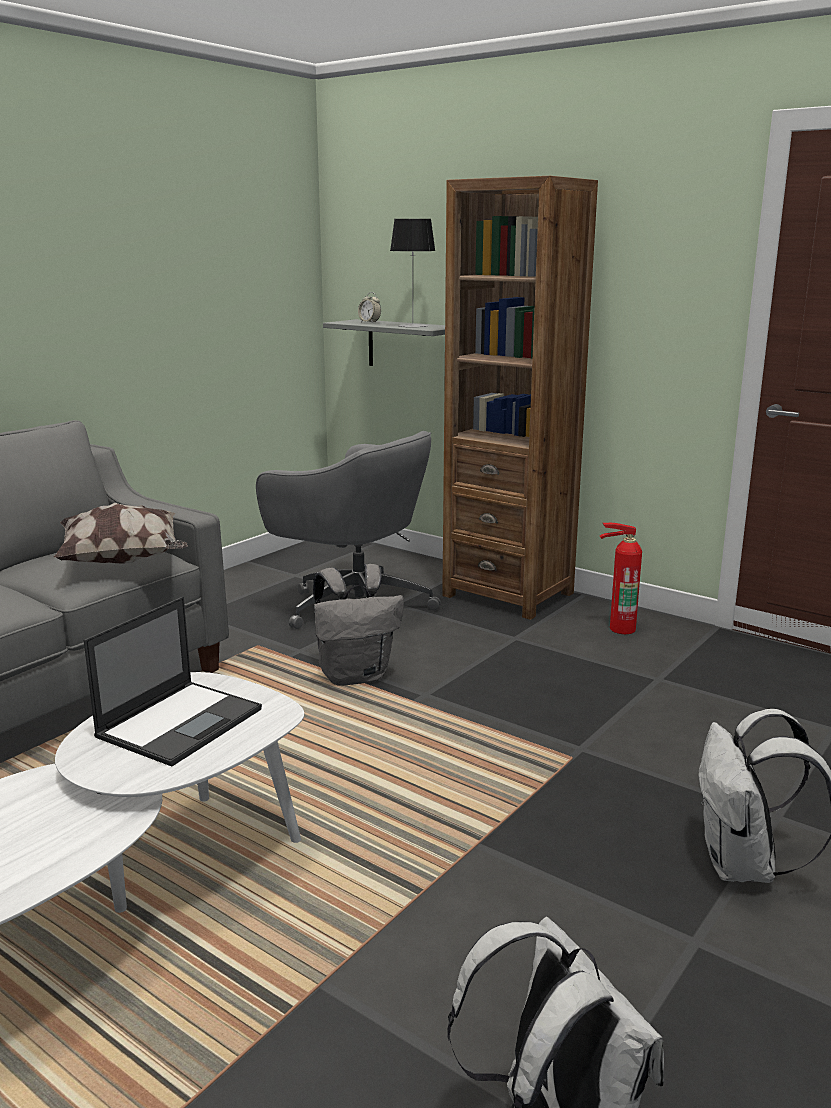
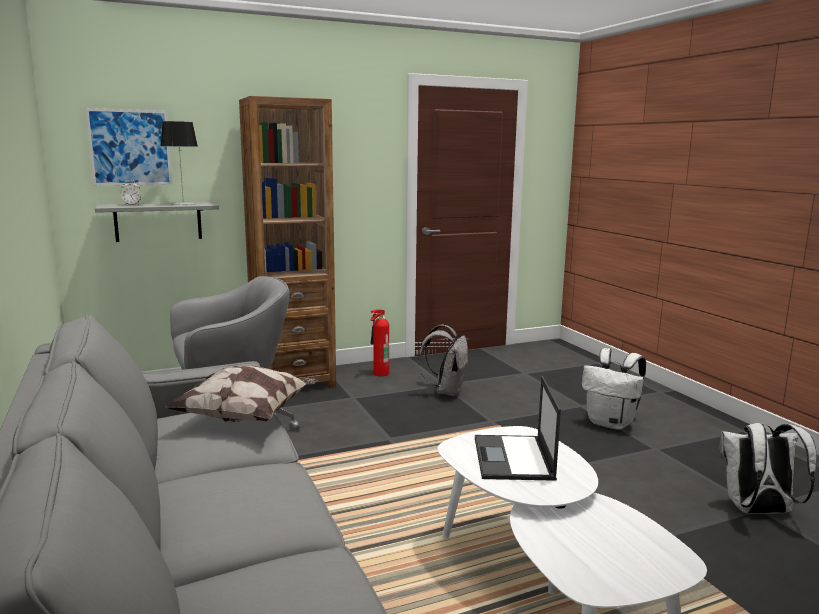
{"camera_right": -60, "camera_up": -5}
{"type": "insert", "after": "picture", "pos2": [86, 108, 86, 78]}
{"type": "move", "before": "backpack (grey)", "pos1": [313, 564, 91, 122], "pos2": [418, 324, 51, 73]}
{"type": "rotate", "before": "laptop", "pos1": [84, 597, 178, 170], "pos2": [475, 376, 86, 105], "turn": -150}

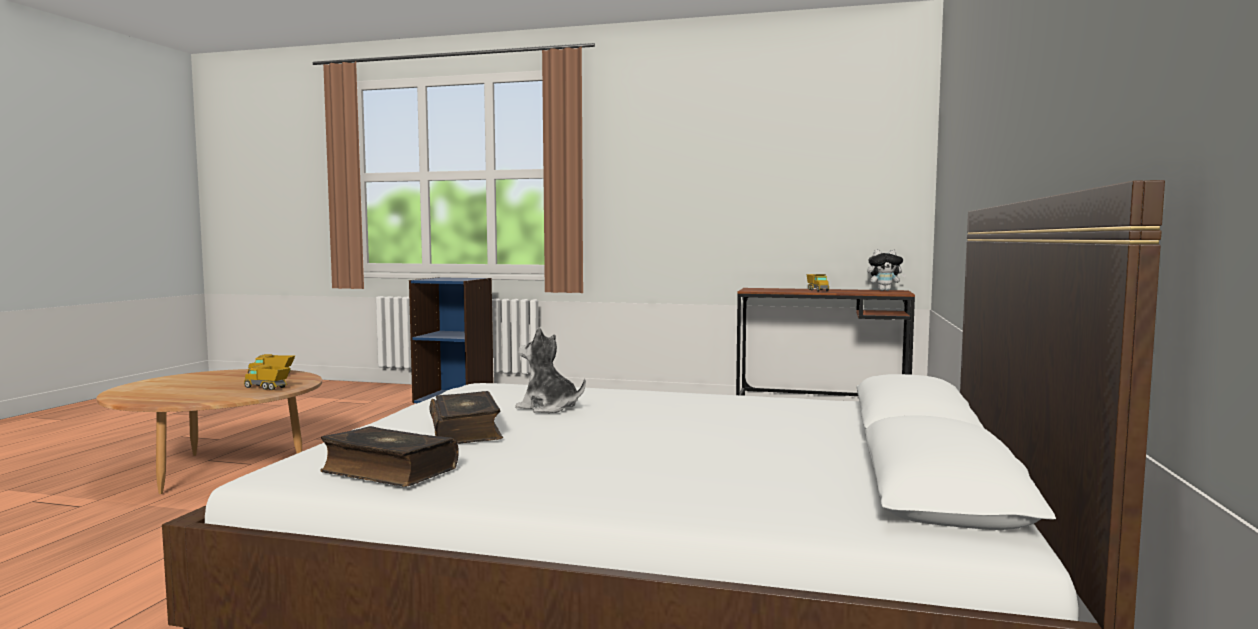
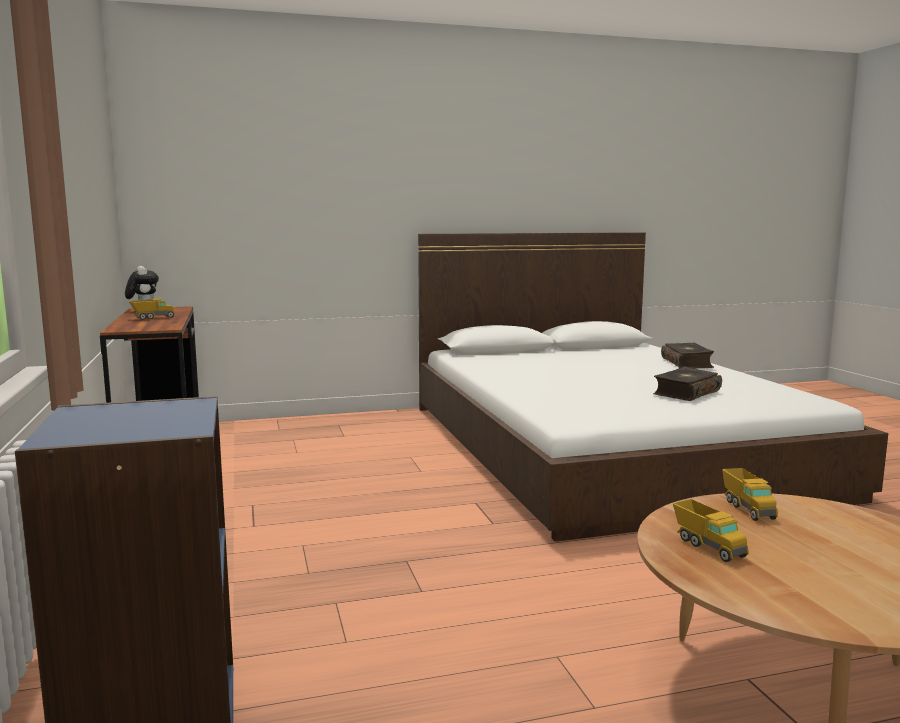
{"camera_right": -120, "camera_up": 5}
{"type": "move", "before": "book", "pos1": [320, 426, 138, 61], "pos2": [661, 343, 53, 26]}
{"type": "delete", "before": "plush toy", "pos1": [515, 327, 71, 86]}

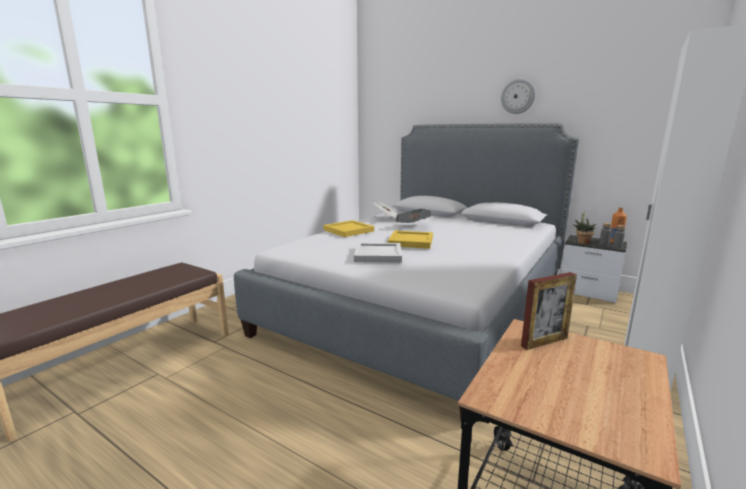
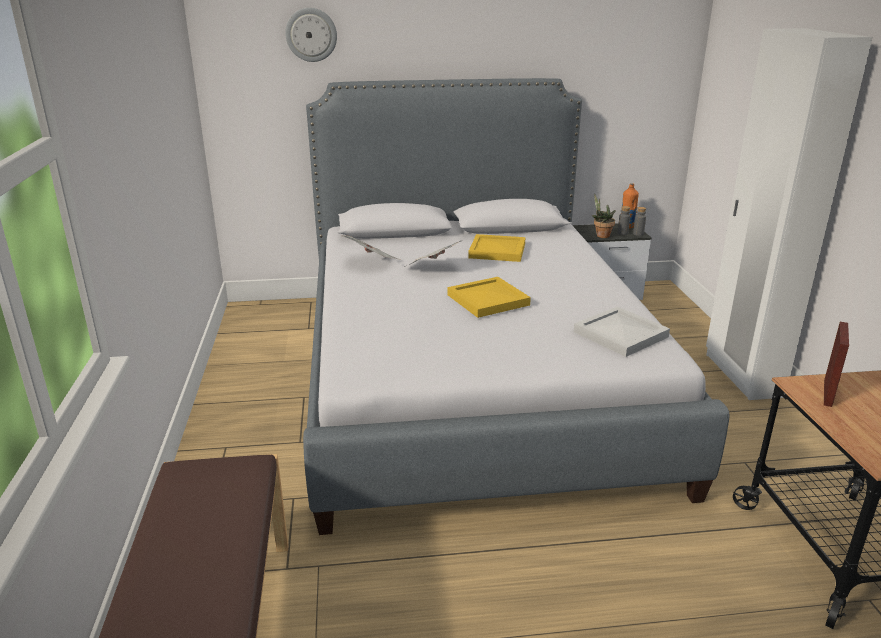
{"camera_right": -40, "camera_up": 10}
{"type": "move", "before": "wall clock", "pos1": [501, 79, 34, 35], "pos2": [285, 8, 52, 54]}
{"type": "move", "before": "tray (yellow)", "pos1": [323, 220, 51, 17], "pos2": [468, 234, 58, 28]}
{"type": "move", "before": "tray (white)", "pos1": [354, 243, 48, 20], "pos2": [574, 307, 96, 50]}

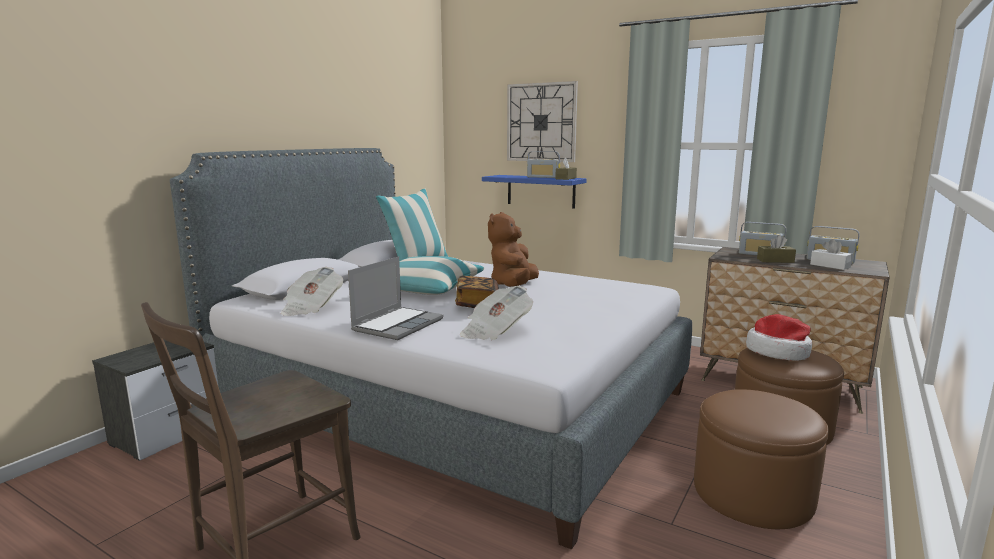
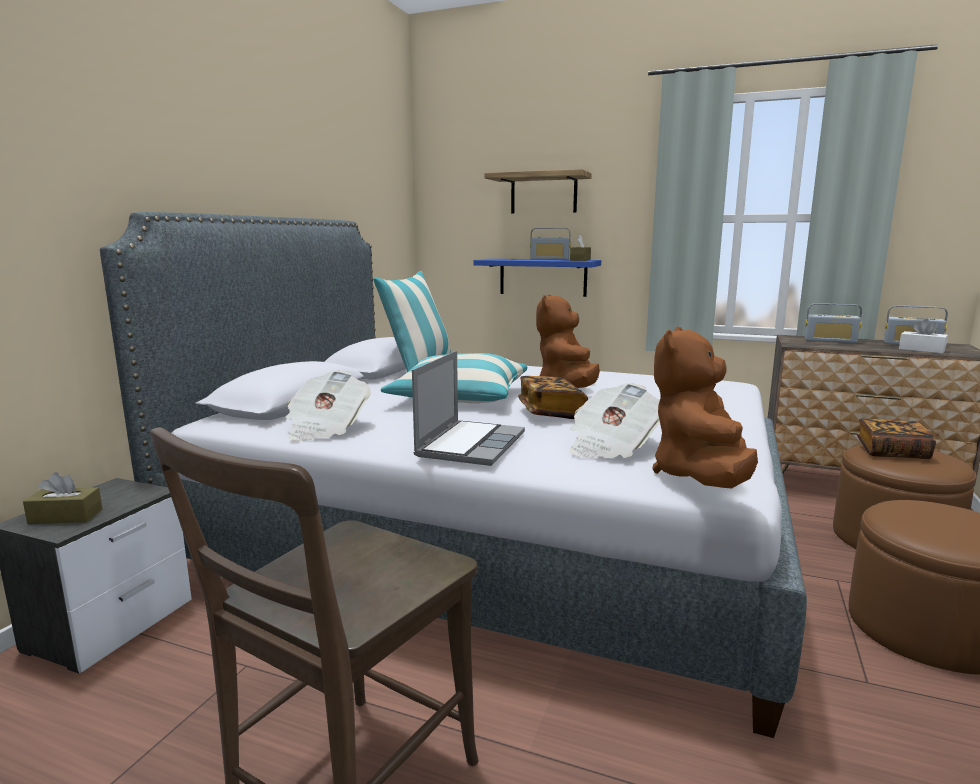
{"camera_right": -10, "camera_up": 0}
{"type": "move", "before": "tissue box (brown)", "pos1": [757, 235, 39, 28], "pos2": [23, 472, 79, 52]}
{"type": "replace", "before": "wall clock", "after": "shelf", "pos1": [507, 81, 71, 81], "pos2": [485, 169, 107, 45]}
{"type": "insert", "after": "plush toy (brown)", "pos2": [652, 327, 106, 162]}
{"type": "replace", "before": "hat", "after": "book", "pos1": [746, 314, 66, 47], "pos2": [857, 418, 79, 41]}

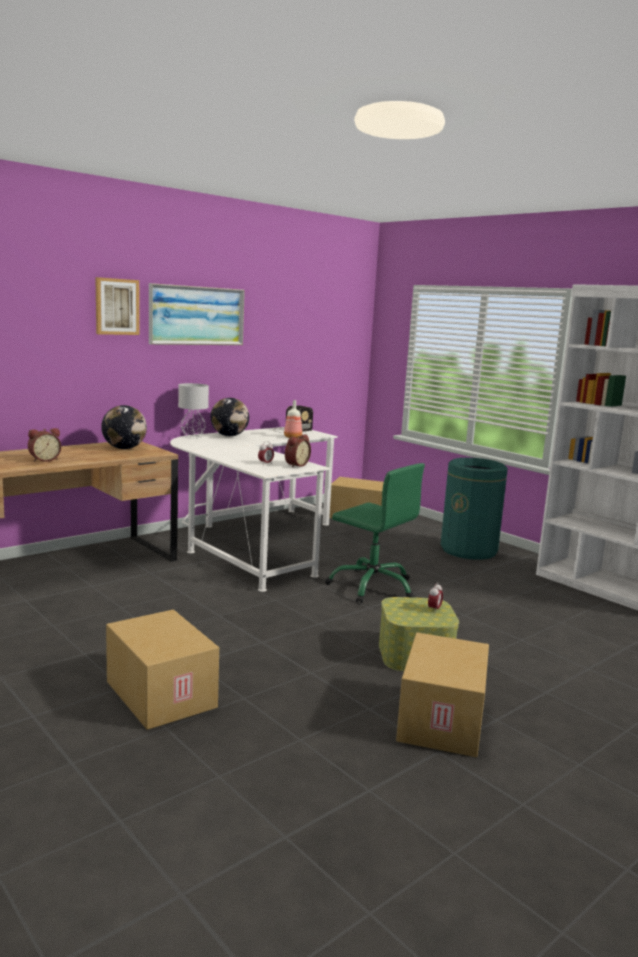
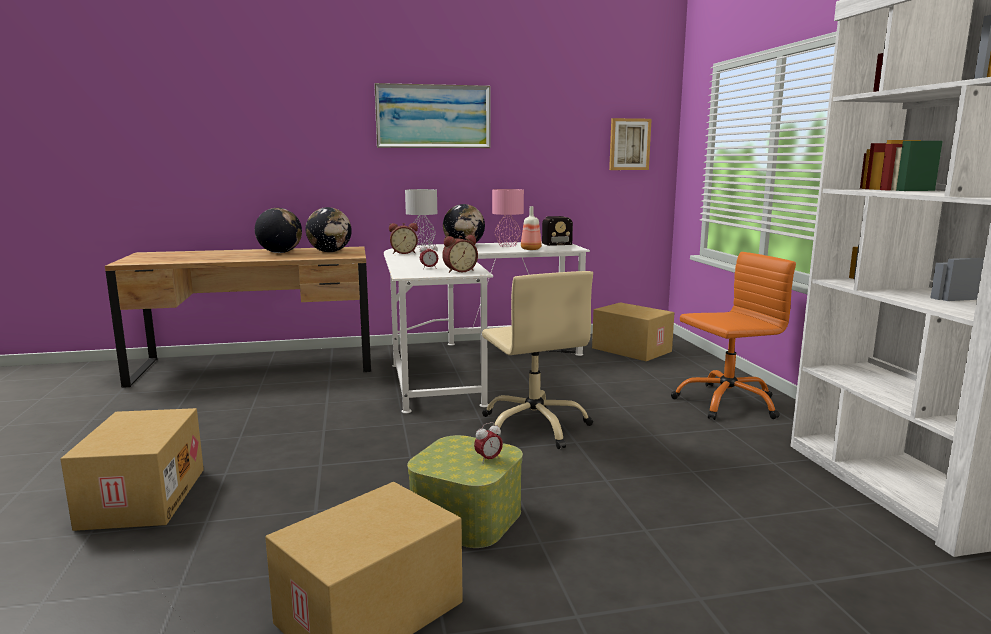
{"camera_right": 30, "camera_up": 0}
{"type": "insert", "after": "globe", "pos2": [255, 208, 47, 45]}
{"type": "move", "before": "alarm clock", "pos1": [28, 428, 33, 34], "pos2": [389, 223, 29, 31]}
{"type": "recolor", "before": "office chair (green)", "after": "office chair (beige)", "pos1": [325, 463, 100, 140], "pos2": [482, 271, 111, 178]}
{"type": "insert", "after": "table lamp (pink)", "pos2": [492, 189, 32, 58]}
{"type": "move", "before": "picture", "pos1": [95, 277, 44, 58], "pos2": [609, 118, 43, 52]}
{"type": "replace", "before": "trash can (green)", "after": "office chair (orange)", "pos1": [441, 458, 67, 102], "pos2": [671, 252, 125, 168]}

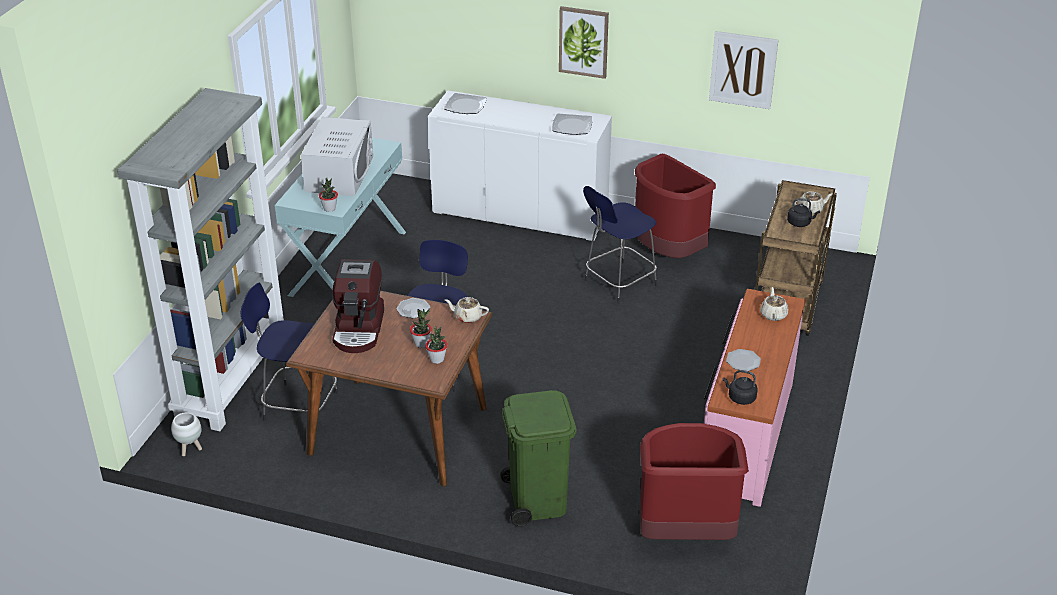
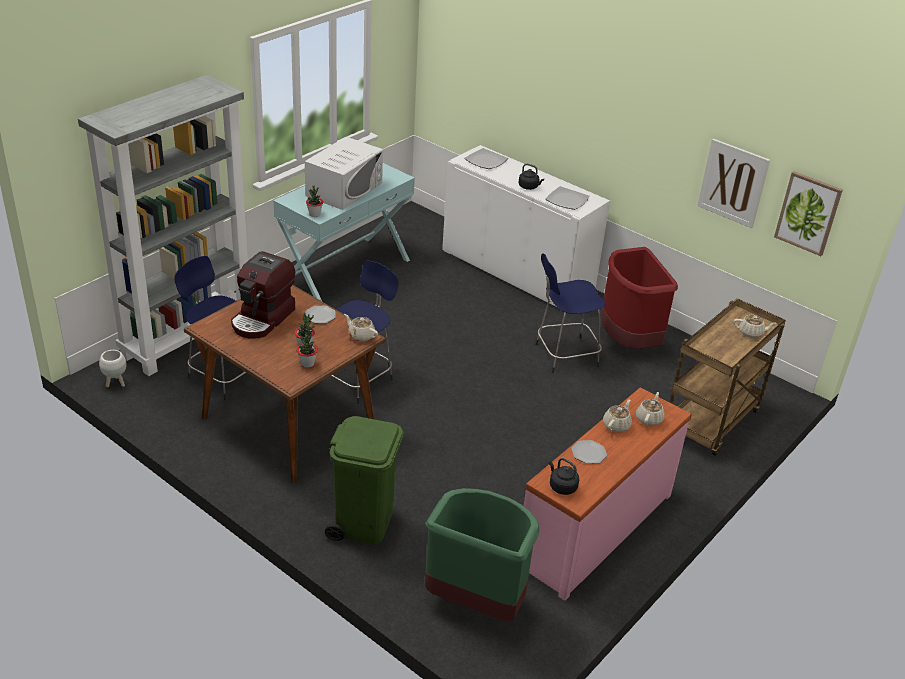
{"camera_right": 20, "camera_up": 0}
{"type": "recolor", "before": "trash can (red)", "after": "trash can (green)", "pos1": [639, 423, 110, 117], "pos2": [425, 488, 114, 133]}
{"type": "move", "before": "kettle (black)", "pos1": [787, 198, 33, 29], "pos2": [518, 164, 26, 26]}
{"type": "insert", "after": "teapot (beige)", "pos2": [603, 399, 29, 33]}
{"type": "move", "before": "picture", "pos1": [559, 6, 50, 73], "pos2": [774, 171, 69, 85]}

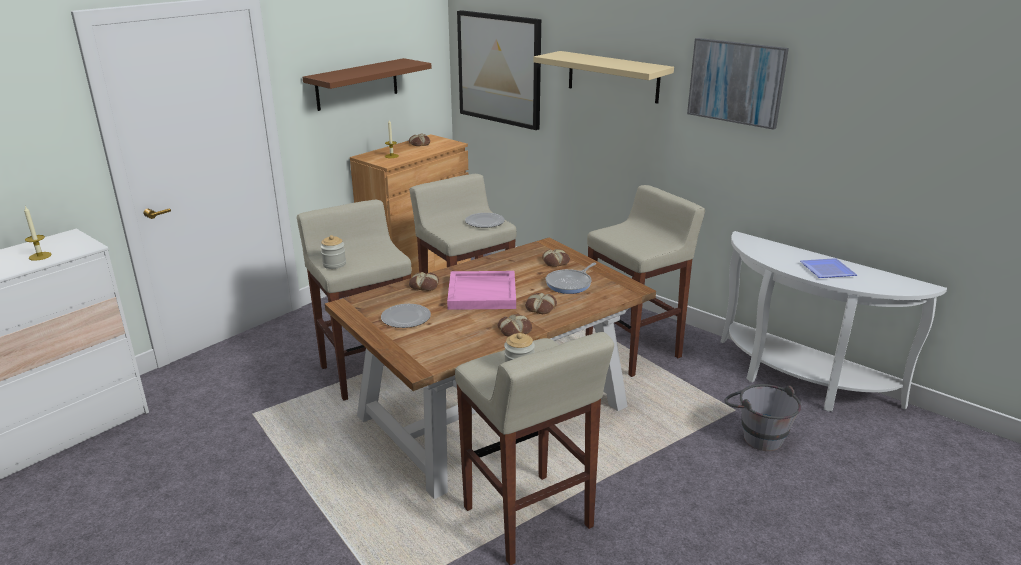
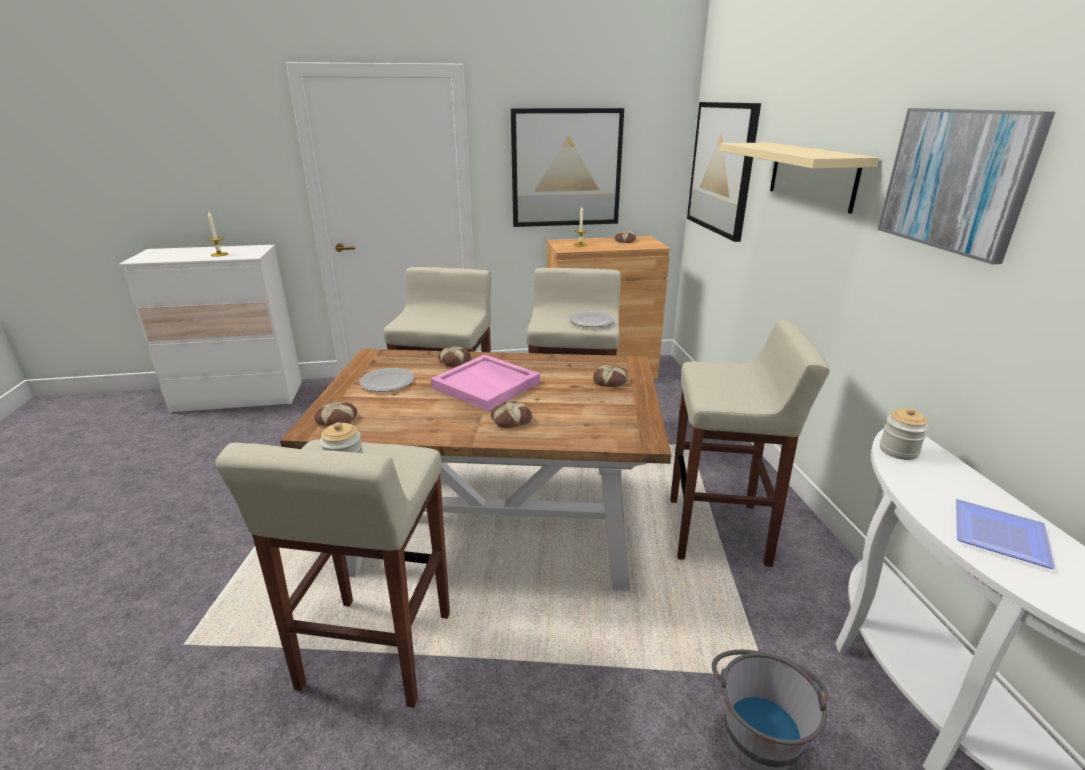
{"camera_right": 40, "camera_up": 0}
{"type": "move", "before": "bread", "pos1": [498, 314, 34, 23], "pos2": [314, 401, 43, 25]}
{"type": "replace", "before": "shelf (brown)", "after": "picture", "pos1": [302, 58, 130, 53], "pos2": [511, 108, 113, 119]}
{"type": "move", "before": "jar", "pos1": [320, 235, 26, 34], "pos2": [880, 408, 49, 52]}
{"type": "delete", "before": "frying pan", "pos1": [546, 263, 50, 31]}

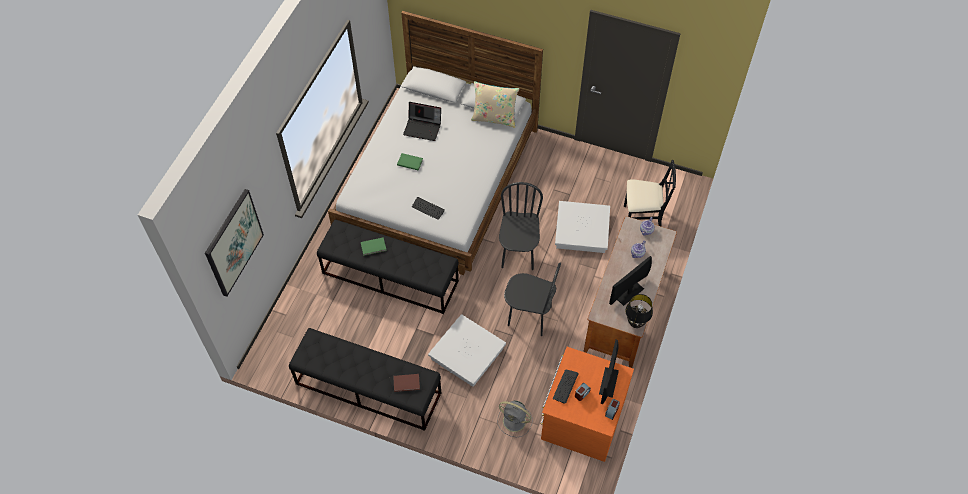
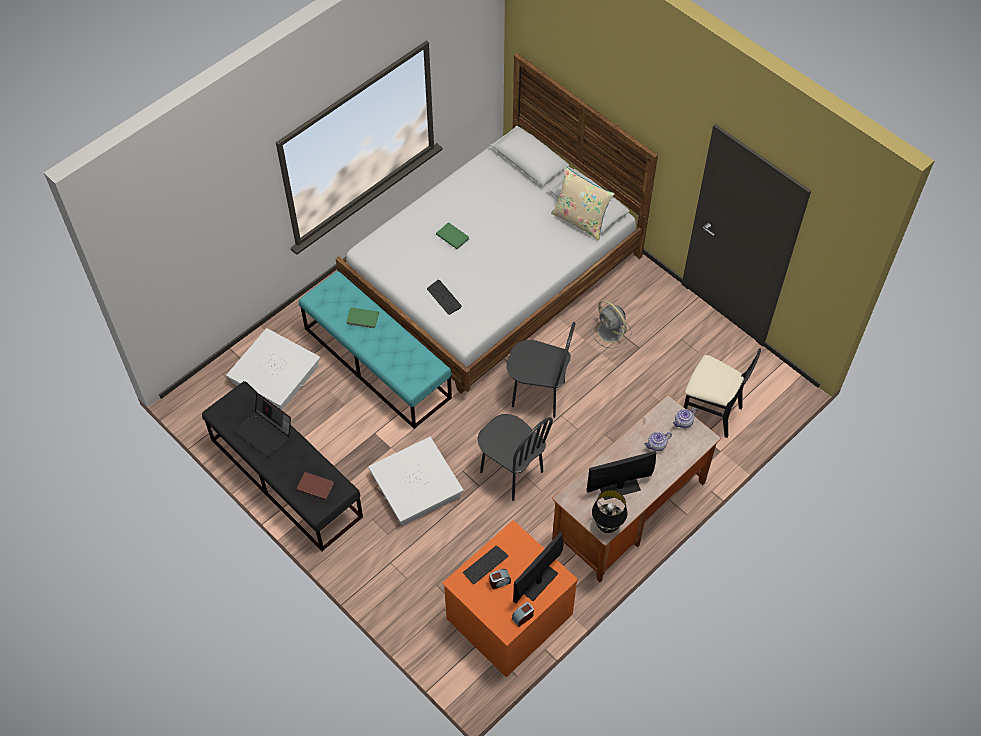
{"camera_right": 25, "camera_up": 0}
{"type": "move", "before": "storage box (white)", "pos1": [555, 201, 55, 52], "pos2": [226, 328, 94, 82]}
{"type": "move", "before": "laptop", "pos1": [403, 102, 38, 39], "pos2": [235, 393, 56, 64]}
{"type": "recolor", "before": "bench (black)", "after": "bench (turquoise)", "pos1": [317, 220, 142, 94], "pos2": [299, 271, 153, 158]}
{"type": "rotate", "before": "chair (black)", "pos1": [499, 182, 44, 88], "pos2": [506, 322, 70, 96], "turn": 75}
{"type": "move", "before": "fan (grey)", "pos1": [498, 401, 35, 36], "pos2": [592, 300, 40, 49]}
{"type": "delete", "before": "picture", "pos1": [205, 189, 59, 108]}

